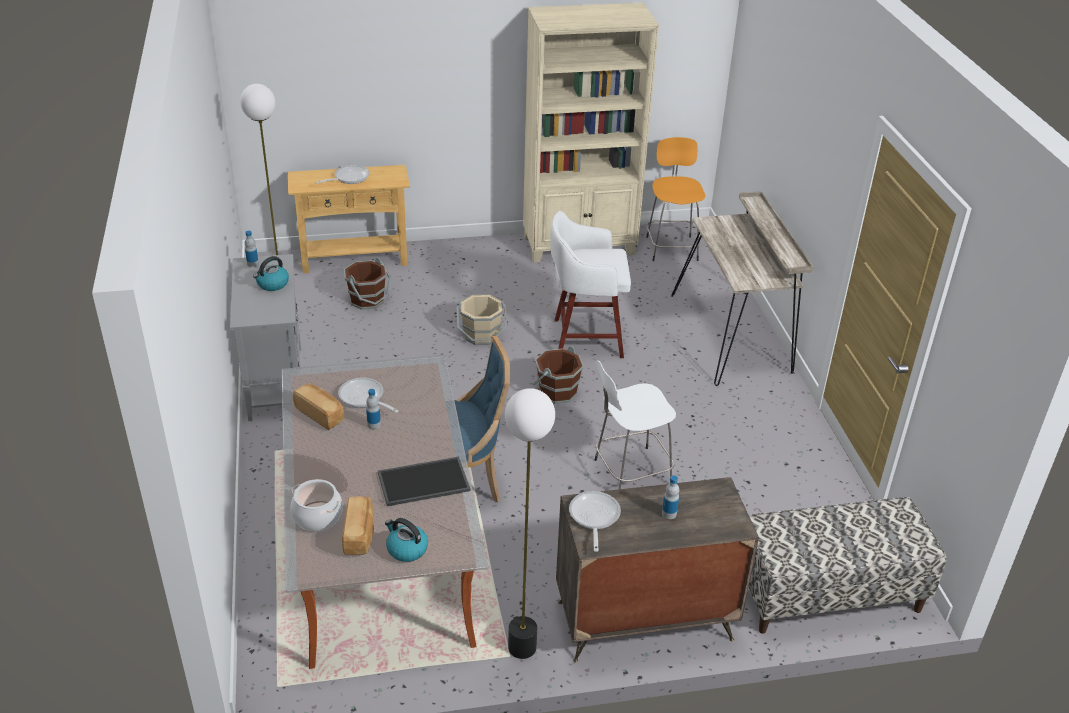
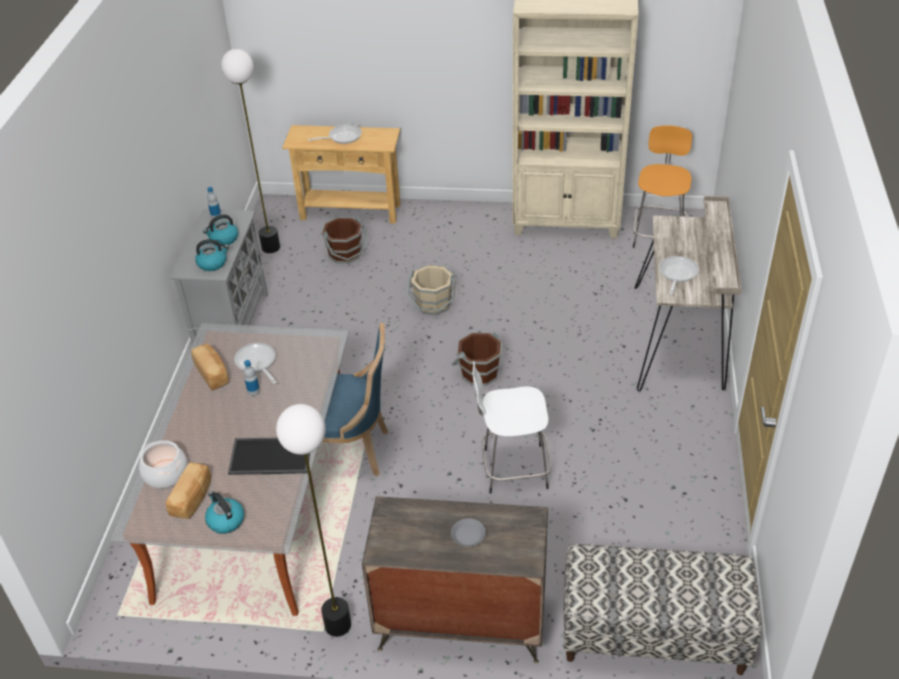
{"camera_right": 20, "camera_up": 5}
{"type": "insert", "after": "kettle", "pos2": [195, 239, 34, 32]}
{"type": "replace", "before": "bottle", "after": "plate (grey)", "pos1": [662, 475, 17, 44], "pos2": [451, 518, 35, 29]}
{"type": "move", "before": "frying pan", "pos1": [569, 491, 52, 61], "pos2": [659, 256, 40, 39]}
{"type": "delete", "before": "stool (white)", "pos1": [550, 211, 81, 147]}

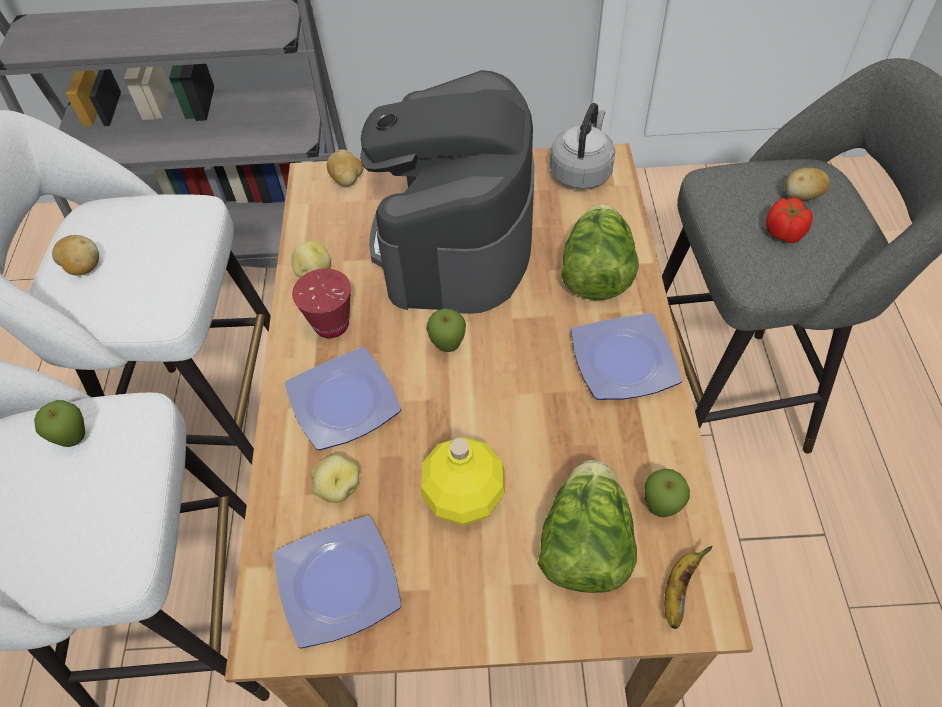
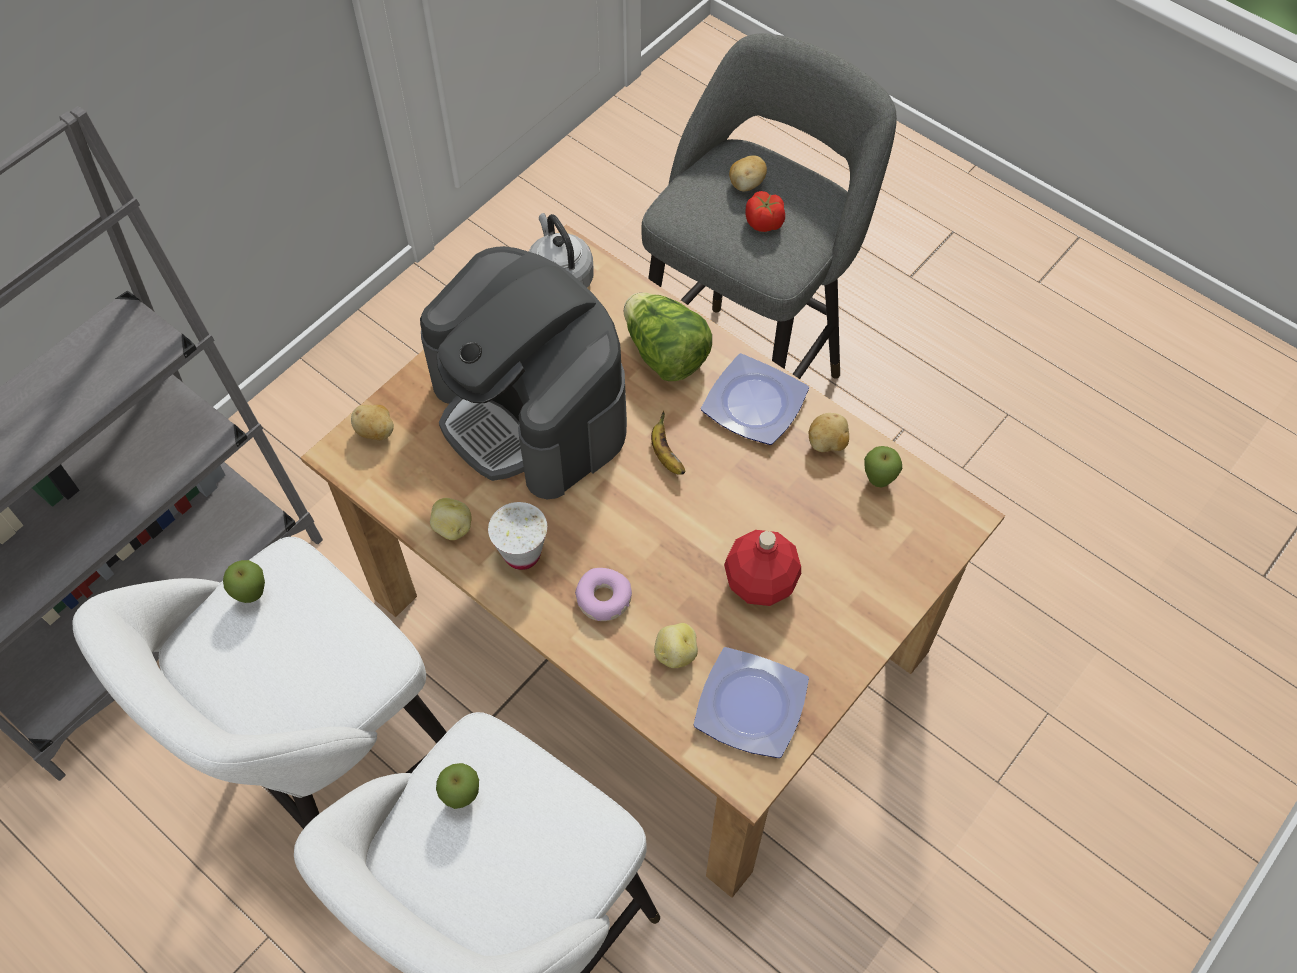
{"camera_right": -50, "camera_up": 5}
{"type": "move", "before": "apple", "pos1": [426, 308, 40, 44], "pos2": [223, 560, 42, 43]}
{"type": "recolor", "before": "cup (red)", "after": "cup (white)", "pos1": [292, 269, 59, 69], "pos2": [488, 502, 59, 68]}
{"type": "replace", "before": "plate", "after": "donut", "pos1": [284, 347, 117, 103], "pos2": [575, 568, 57, 53]}
{"type": "move", "before": "banana", "pos1": [664, 545, 48, 84], "pos2": [651, 411, 34, 64]}
{"type": "recolor", "before": "bottle (yellow)", "after": "bottle (red)", "pos1": [421, 437, 84, 88], "pos2": [724, 530, 77, 76]}
{"type": "move", "before": "potato", "pos1": [52, 235, 47, 40], "pos2": [809, 413, 40, 39]}
{"type": "delete", "before": "lettuce", "pos1": [538, 460, 99, 133]}

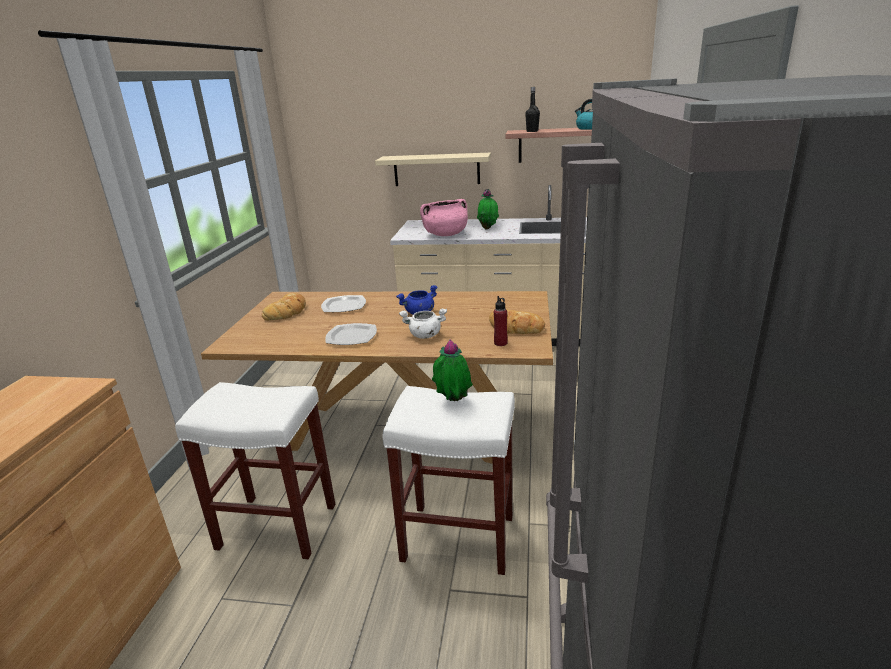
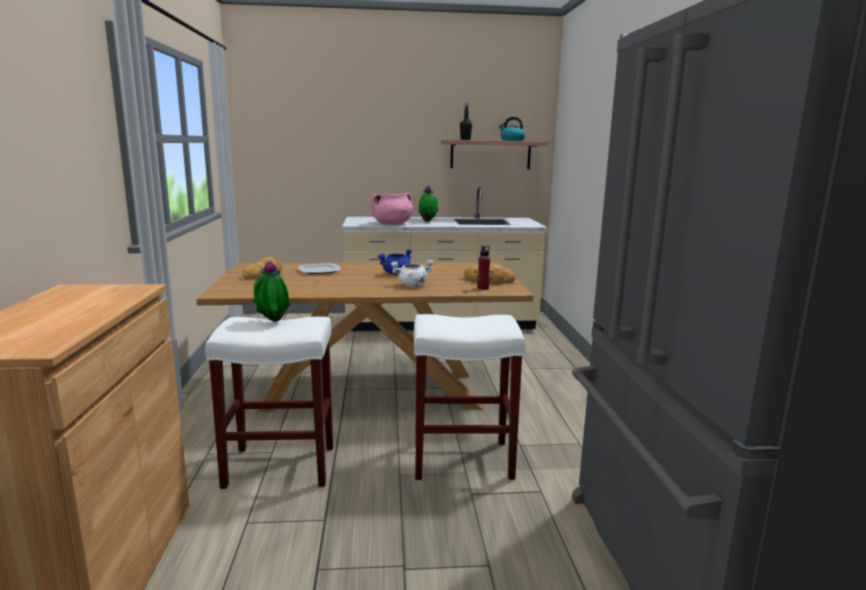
{"camera_right": -15, "camera_up": -10}
{"type": "move", "before": "potted plant", "pos1": [432, 339, 41, 62], "pos2": [253, 260, 38, 62]}
{"type": "delete", "before": "plate", "pos1": [325, 323, 52, 22]}
{"type": "delete", "before": "shelf (beige)", "pos1": [375, 153, 116, 33]}

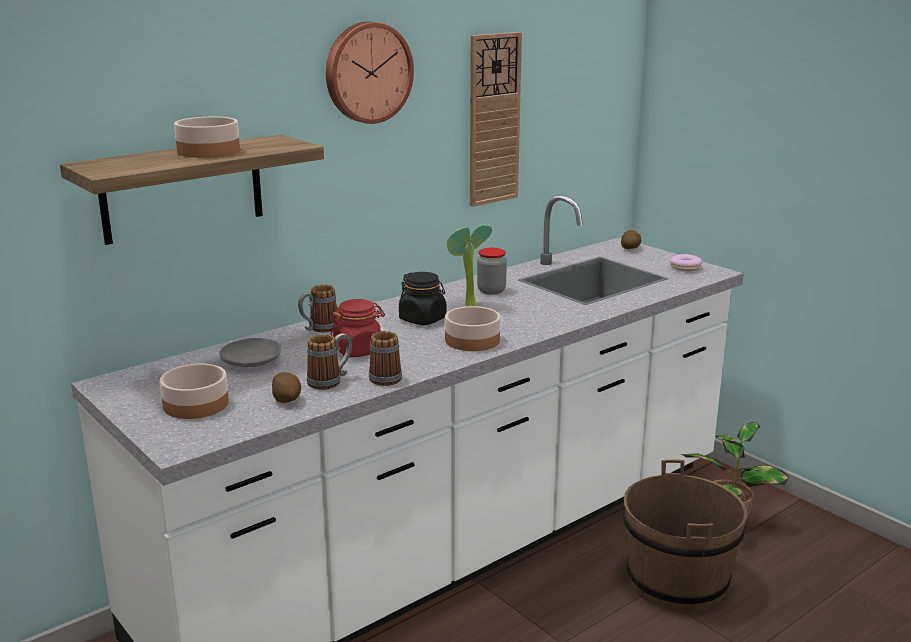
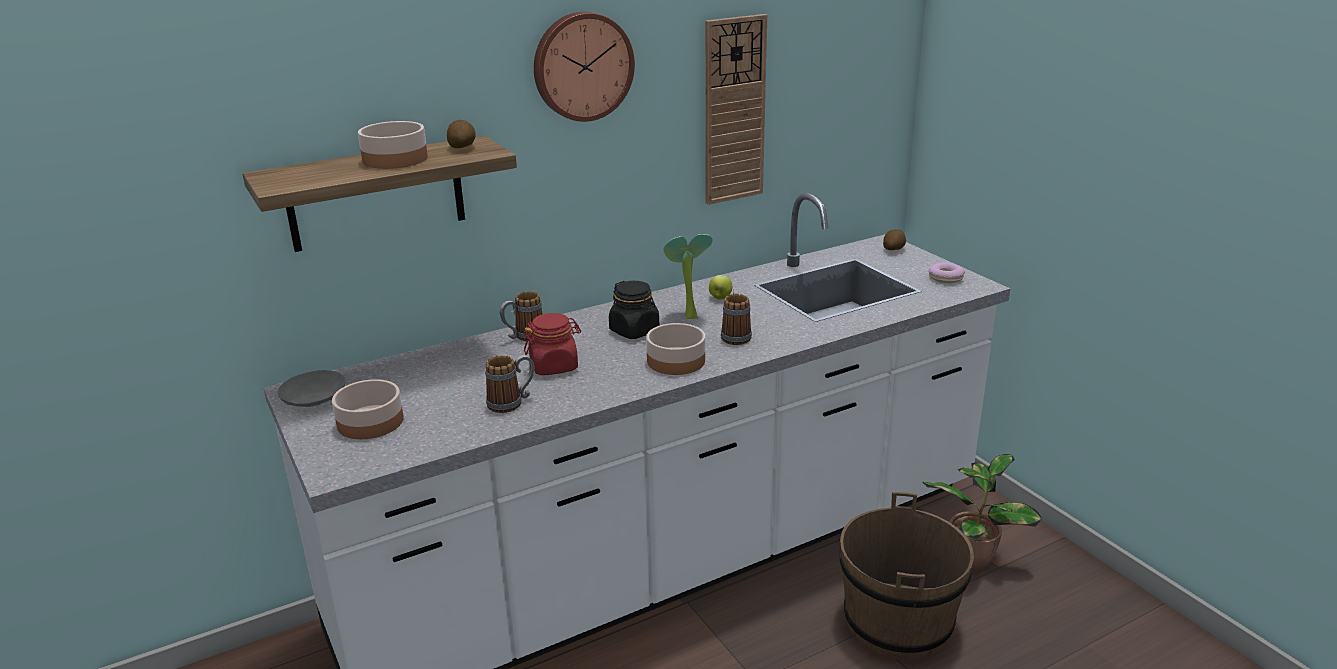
{"camera_right": 10, "camera_up": 5}
{"type": "move", "before": "plate (grey)", "pos1": [219, 338, 62, 29], "pos2": [278, 370, 68, 37]}
{"type": "move", "before": "potato", "pos1": [272, 372, 29, 31], "pos2": [447, 120, 29, 28]}
{"type": "replace", "before": "jar", "after": "apple", "pos1": [477, 248, 30, 47], "pos2": [709, 275, 23, 25]}
{"type": "move", "before": "mug", "pos1": [369, 327, 33, 59], "pos2": [721, 290, 31, 55]}

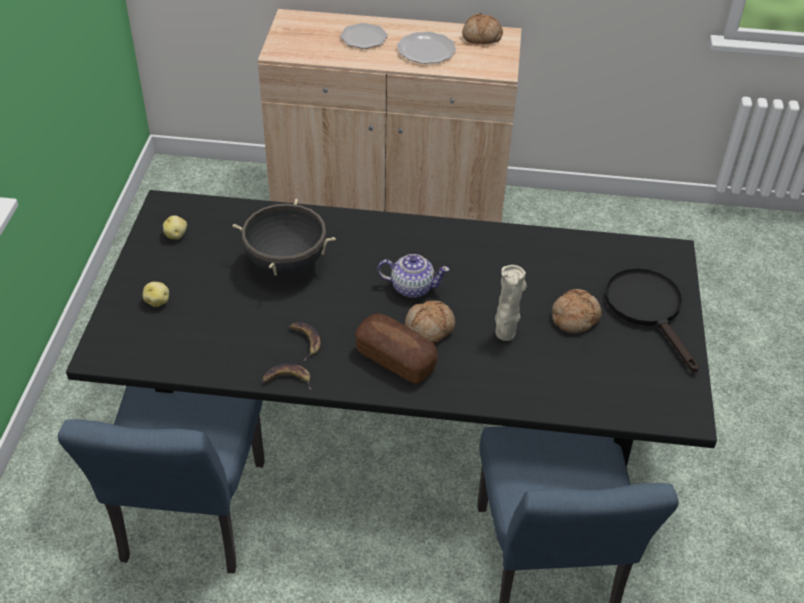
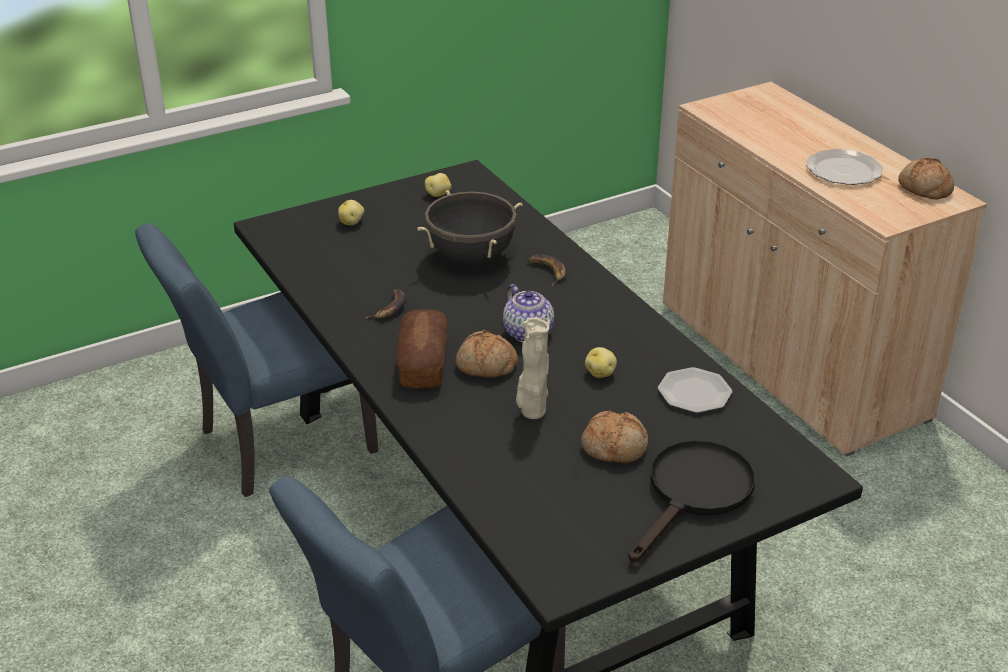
{"camera_right": 55, "camera_up": -10}
{"type": "move", "before": "banana", "pos1": [262, 364, 49, 26], "pos2": [527, 255, 39, 31]}
{"type": "insert", "after": "potato", "pos2": [585, 347, 32, 31]}
{"type": "move", "before": "plate", "pos1": [340, 23, 48, 26], "pos2": [658, 367, 74, 46]}

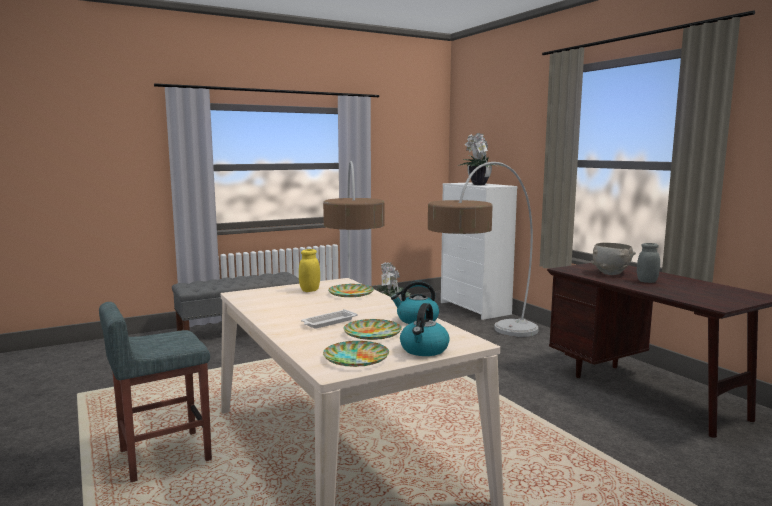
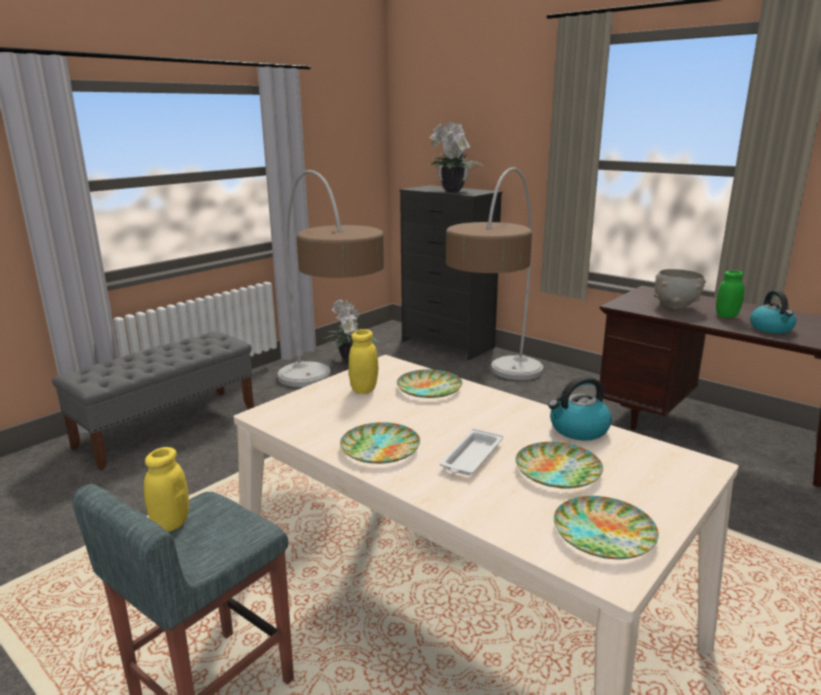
{"camera_right": -20, "camera_up": 10}
{"type": "insert", "after": "jar (yellow)", "pos2": [144, 447, 45, 85]}
{"type": "insert", "after": "plate", "pos2": [340, 422, 80, 42]}
{"type": "recolor", "before": "dresser (white)", "after": "dresser (black)", "pos1": [441, 182, 77, 138], "pos2": [400, 185, 102, 175]}
{"type": "recolor", "before": "jar (grey)", "after": "jar (green)", "pos1": [637, 243, 23, 40], "pos2": [716, 270, 28, 48]}
{"type": "move", "before": "kettle", "pos1": [400, 303, 50, 53], "pos2": [750, 290, 47, 44]}

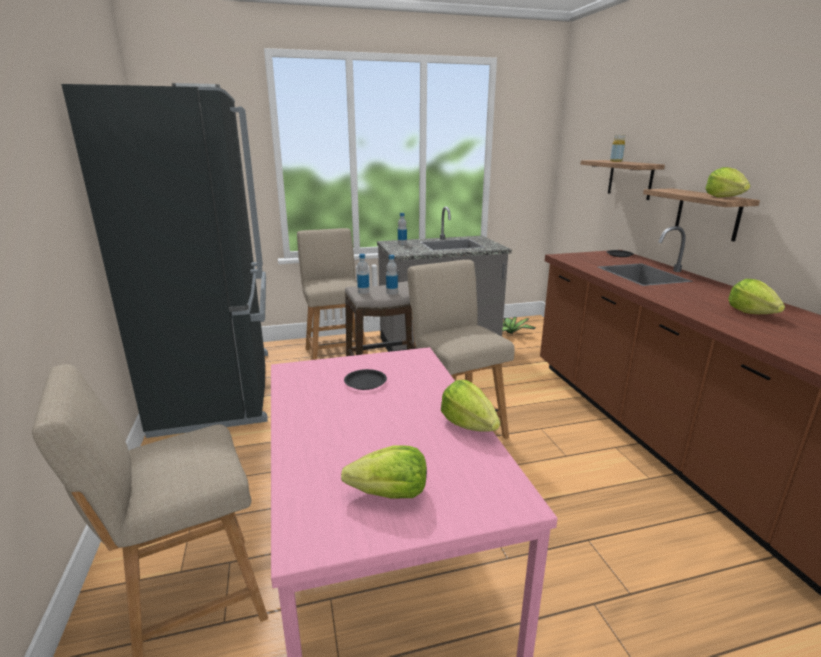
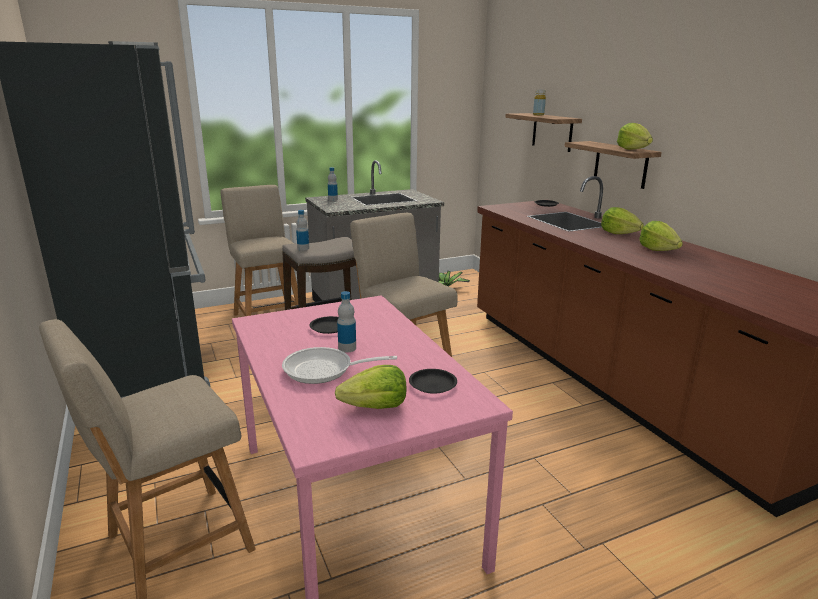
{"camera_right": -10, "camera_up": 0}
{"type": "insert", "after": "frying pan", "pos2": [282, 347, 115, 37]}
{"type": "move", "before": "bottle", "pos1": [386, 255, 12, 40], "pos2": [337, 291, 19, 61]}
{"type": "insert", "after": "plate (black)", "pos2": [409, 369, 48, 25]}
{"type": "move", "before": "lettuce", "pos1": [441, 380, 59, 52], "pos2": [601, 207, 43, 27]}

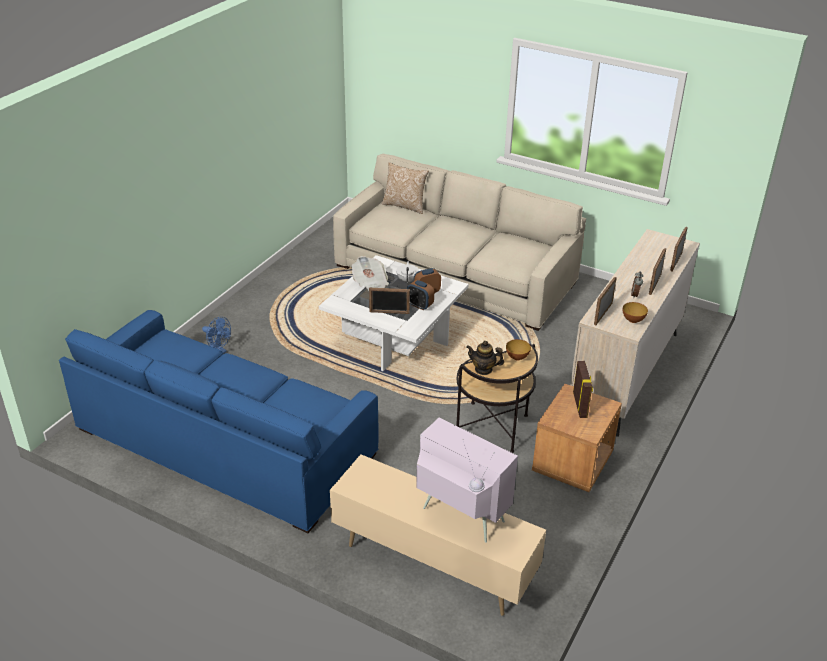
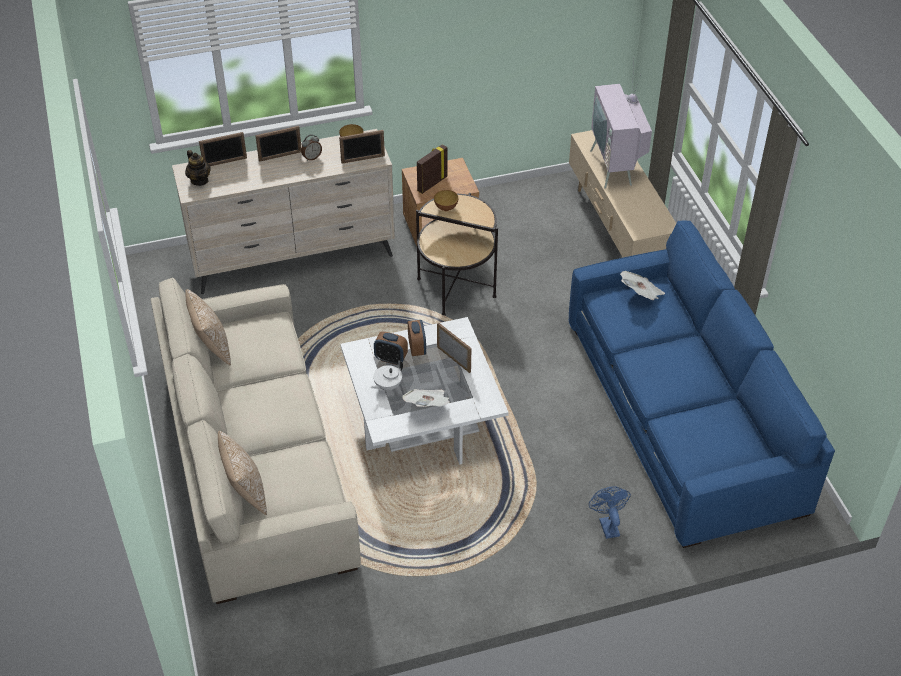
{"camera_right": -135, "camera_up": 10}
{"type": "move", "before": "teapot", "pos1": [466, 341, 38, 34], "pos2": [185, 150, 26, 36]}
{"type": "insert", "after": "pillow", "pos2": [185, 289, 46, 76]}
{"type": "insert", "after": "newspaper", "pos2": [620, 271, 45, 29]}

